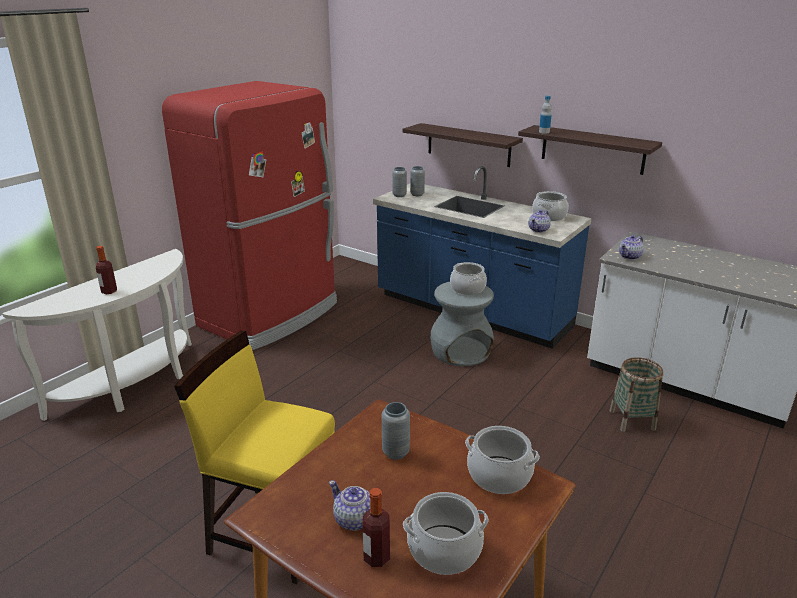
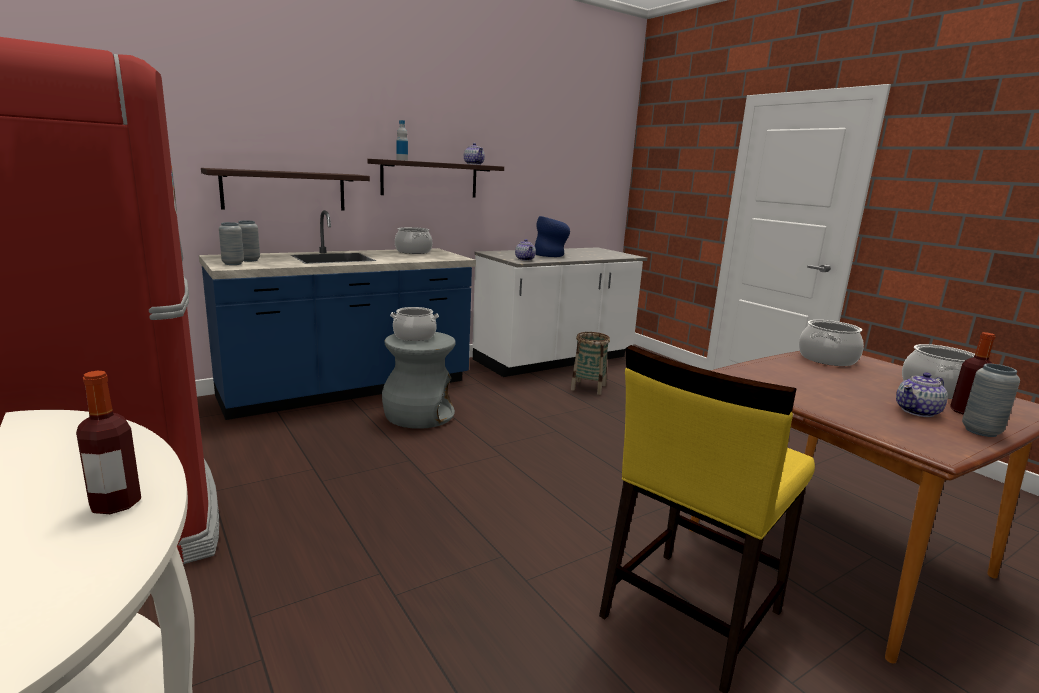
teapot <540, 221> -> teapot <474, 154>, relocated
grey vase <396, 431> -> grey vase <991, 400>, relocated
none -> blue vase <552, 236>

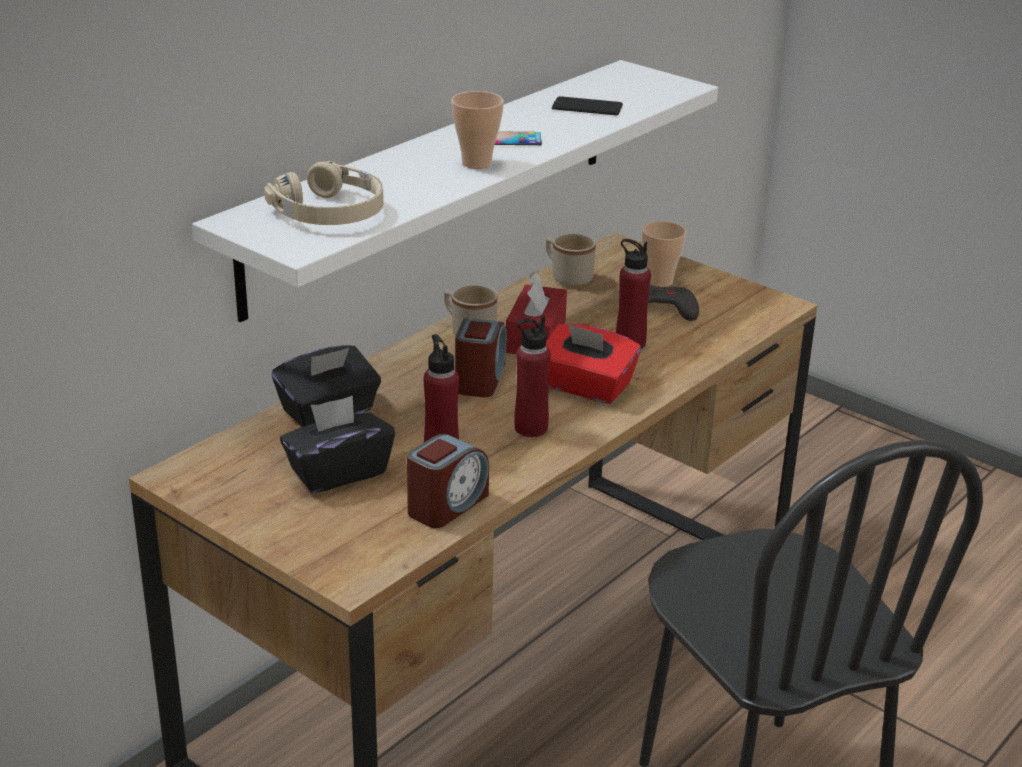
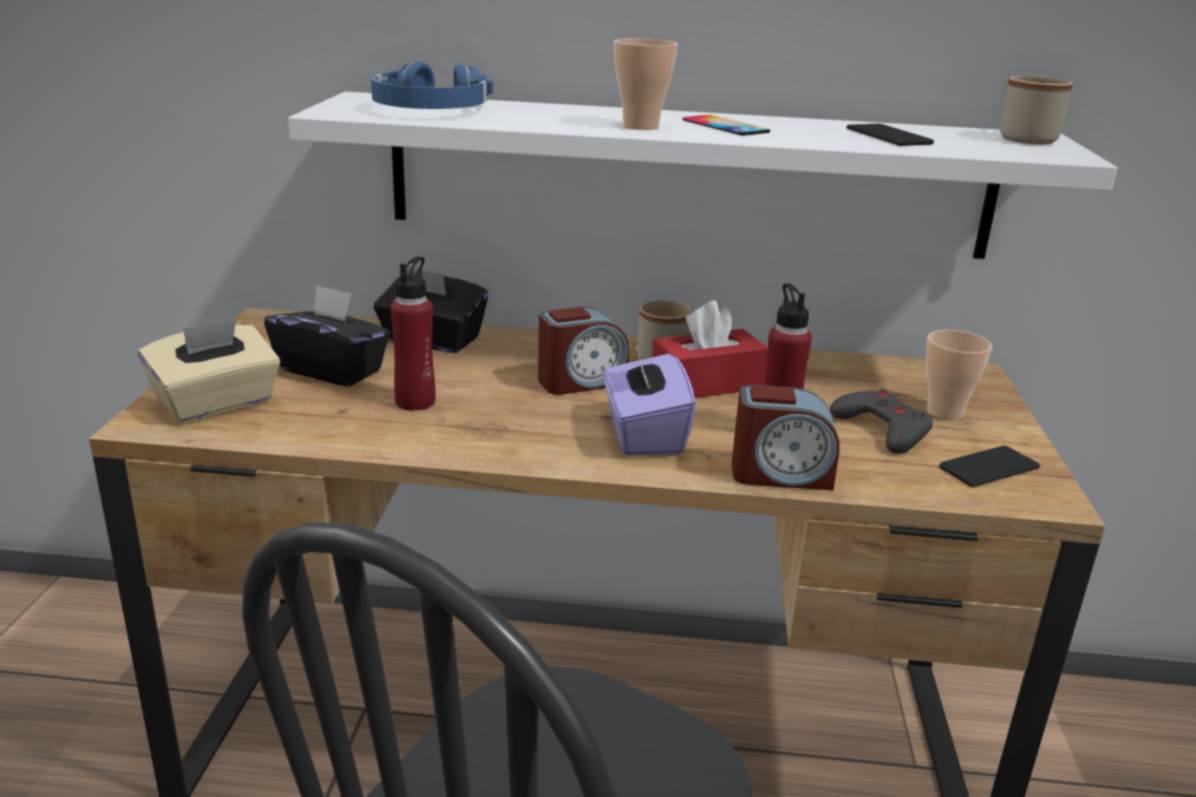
beige headphones <324, 193> -> blue headphones <432, 85>
beige mug <571, 260> -> beige mug <1036, 110>, relocated
red bottle <532, 376> -> none
red tissue box <593, 364> -> purple tissue box <649, 399>
alarm clock <448, 481> -> alarm clock <786, 437>, relocated
none -> beige tissue box <209, 371>
none -> phone <989, 466>

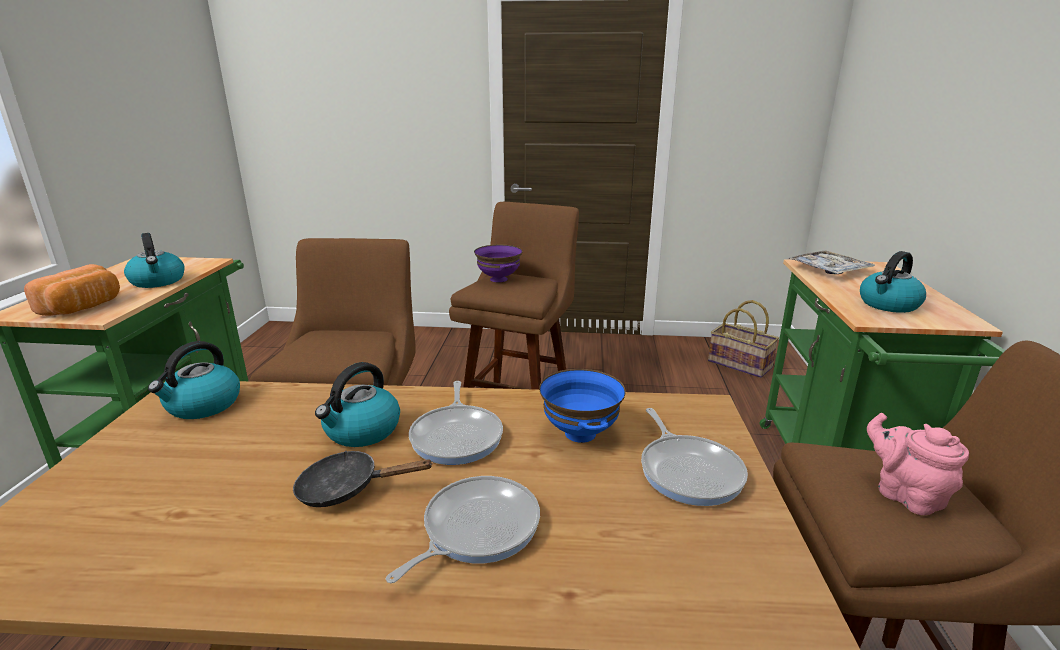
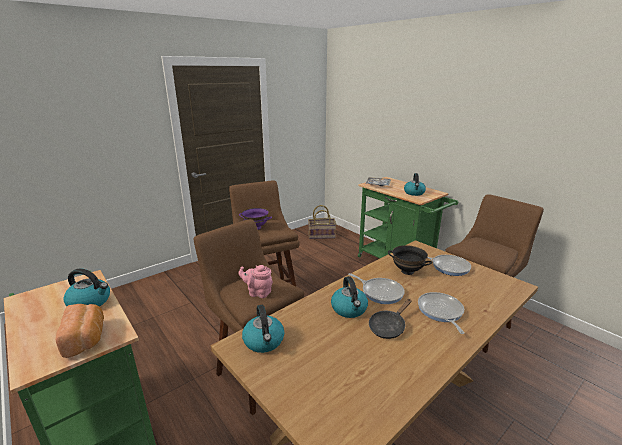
blue bowl <582, 406> -> black bowl <410, 260>
pink teapot <918, 464> -> pink teapot <255, 281>, relocated

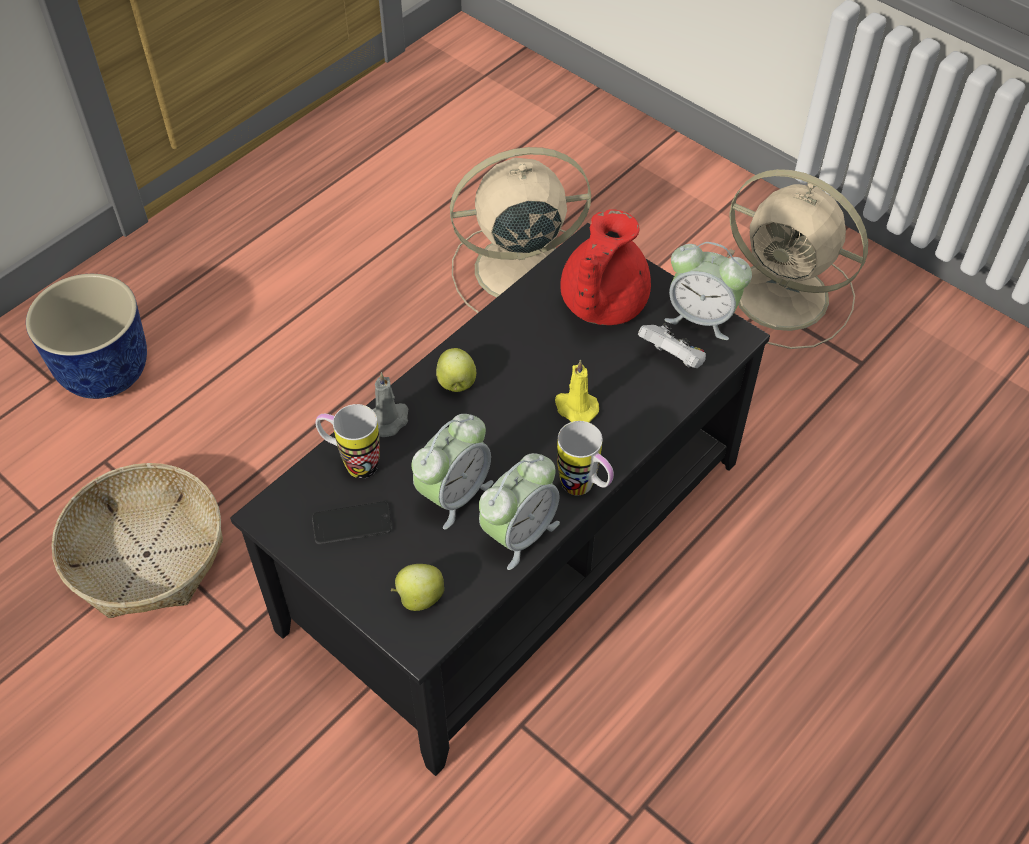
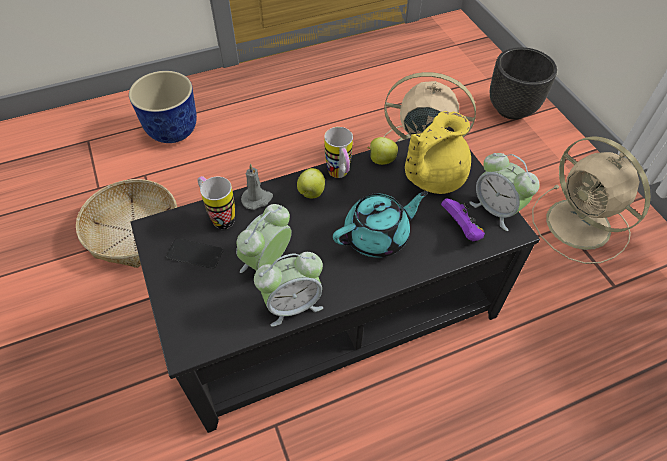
red teapot <605, 267> -> yellow teapot <438, 152>
white game controller <672, 345> -> purple game controller <463, 219>
yellow candle <577, 391> -> turquoise teapot <380, 224>
alarm clock <452, 471> -> alarm clock <264, 238>, 150 degrees clockwise
mug <585, 458> -> mug <338, 152>, relocated
apple <417, 587> -> apple <382, 151>, relocated
none -> black planter <523, 83>

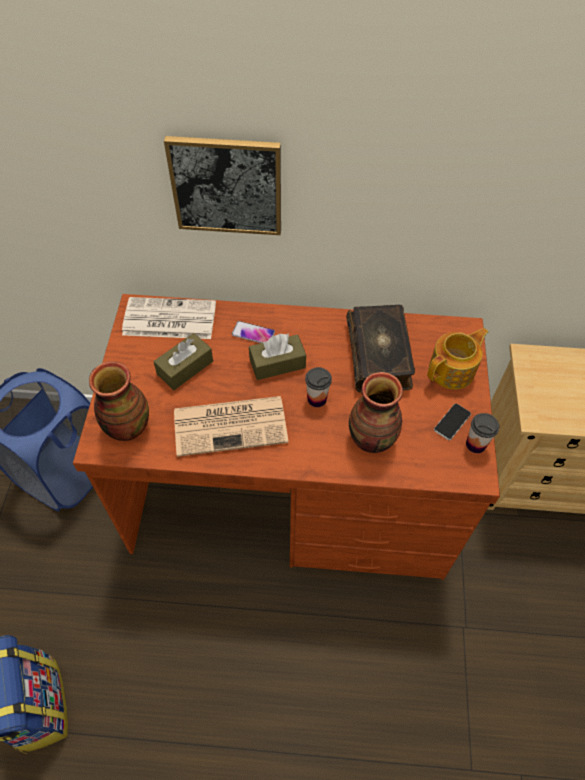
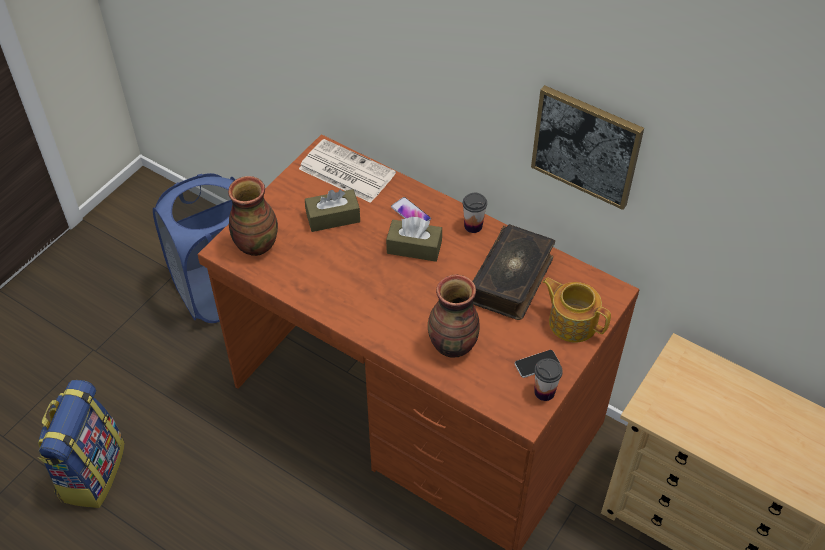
picture <222, 185> -> picture <587, 147>, relocated
teapot <457, 358> -> teapot <576, 310>, 135 degrees counterclockwise
cup <318, 387> -> cup <475, 213>, relocated
newspaper <231, 426> -> none

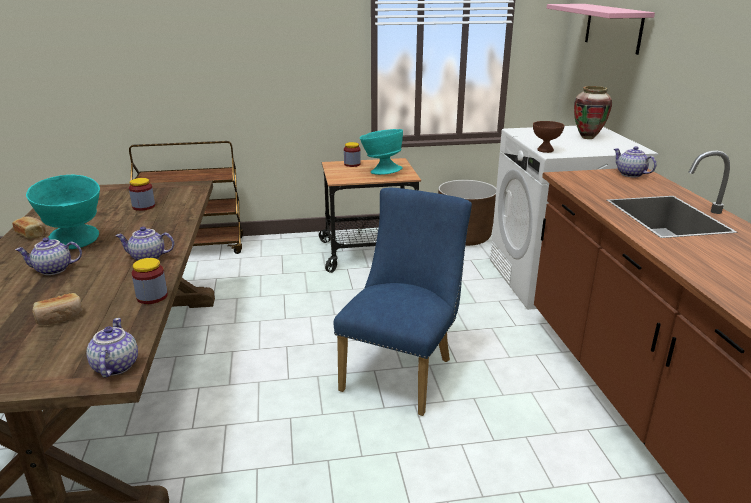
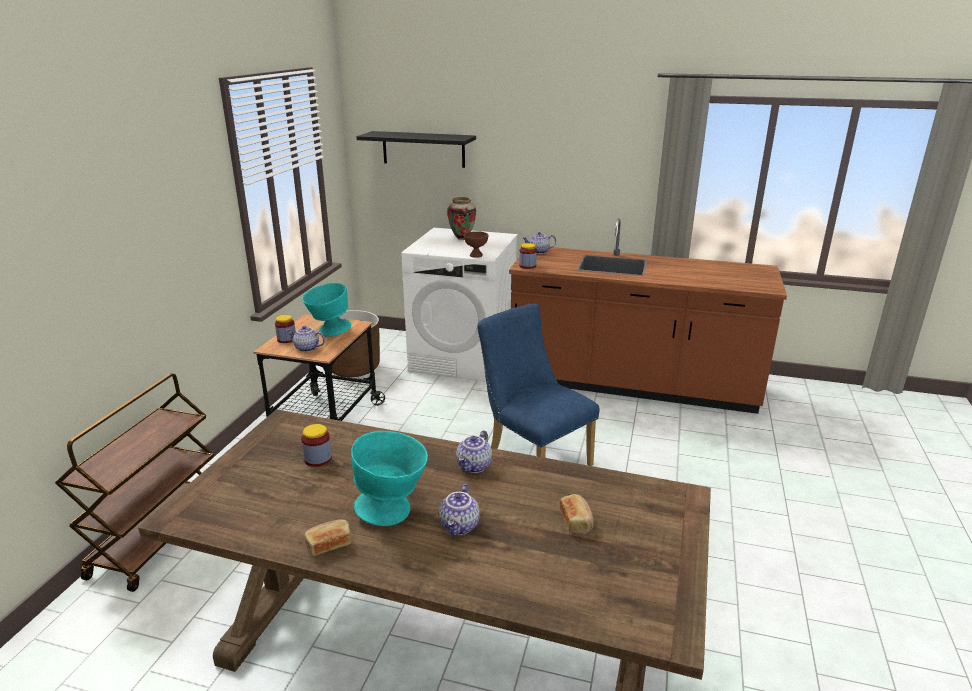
pink shelf <601, 29> -> black shelf <416, 149>
jar <150, 281> -> jar <528, 256>, relocated
teapot <112, 348> -> teapot <305, 339>, relocated

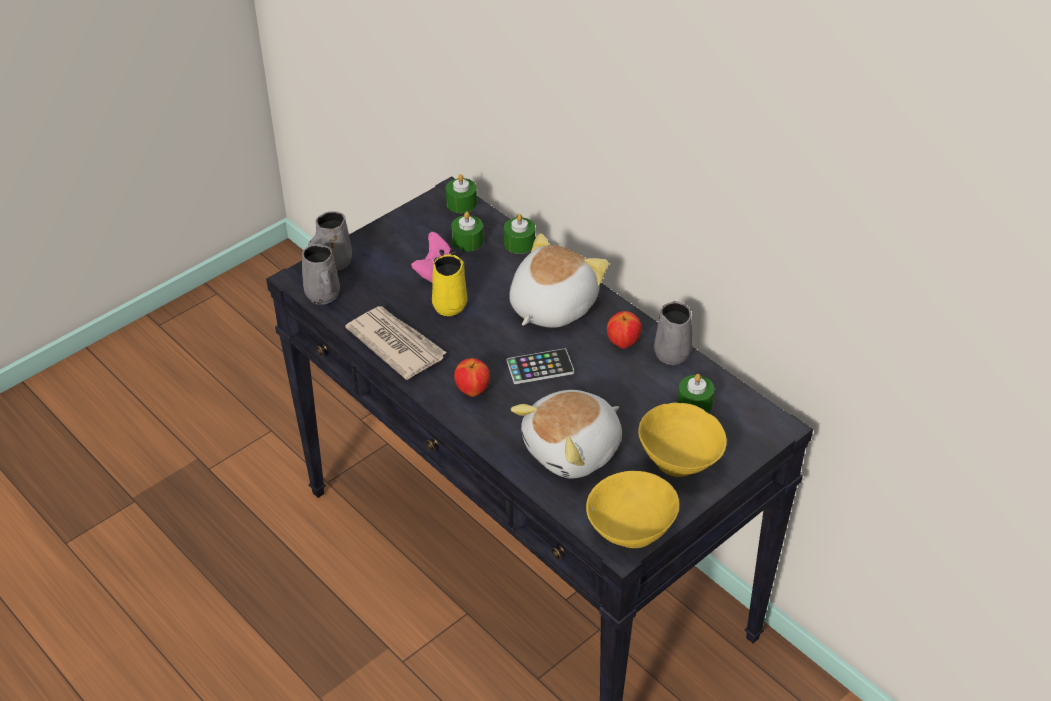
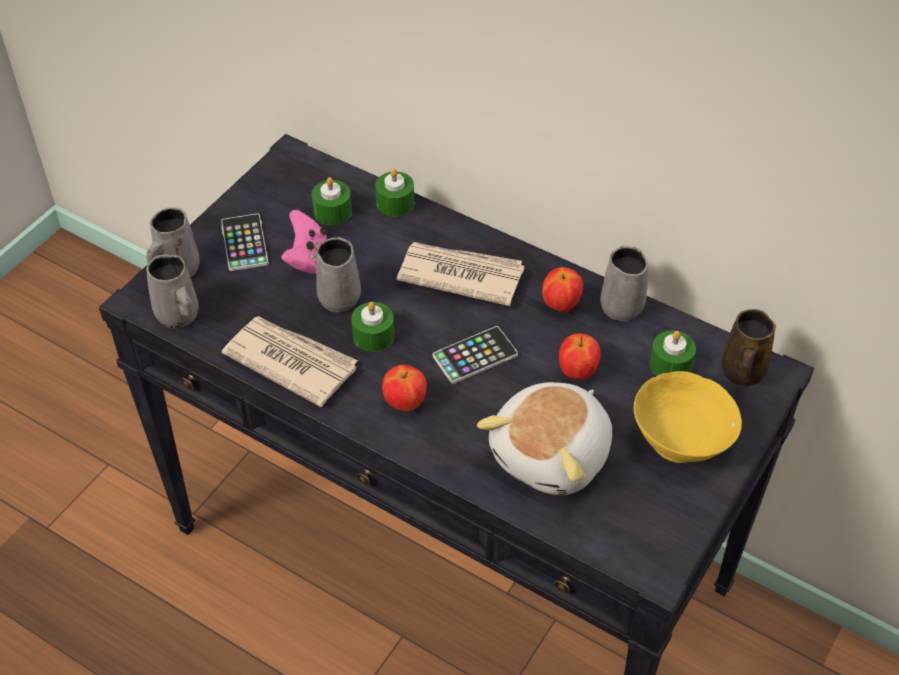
green candle <461, 193> -> green candle <372, 327>, relocated
plush toy <559, 280> -> newspaper <461, 274>
yellow mug <449, 285> -> grey mug <338, 275>
yellow bowl <632, 509> -> none
none -> phone <245, 242>
none -> brown mug <748, 347>
none -> apple <580, 356>

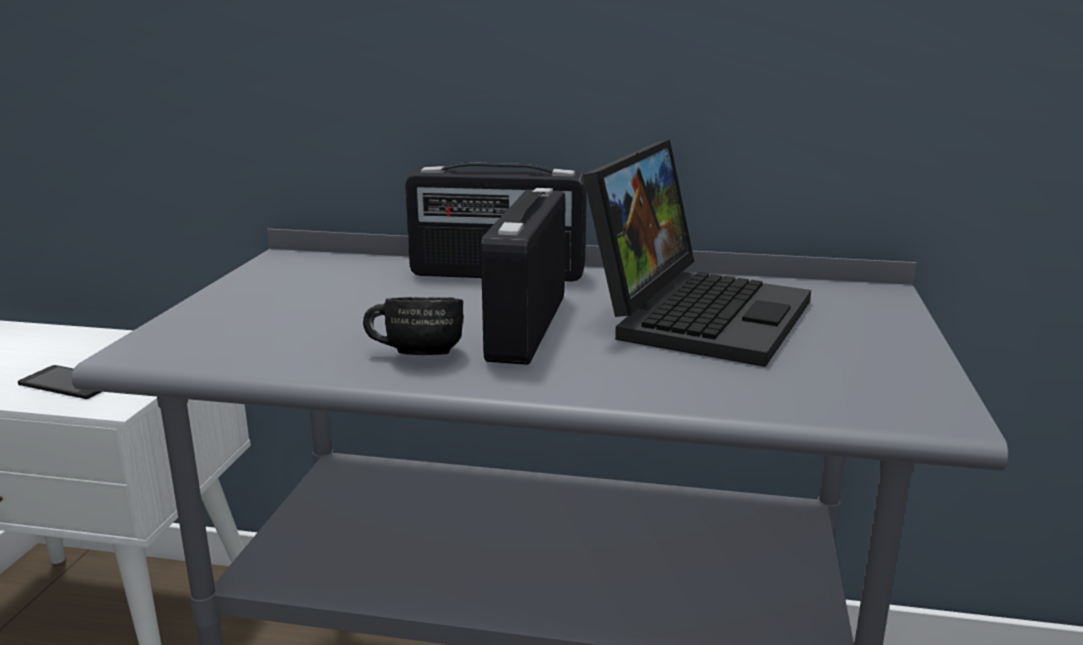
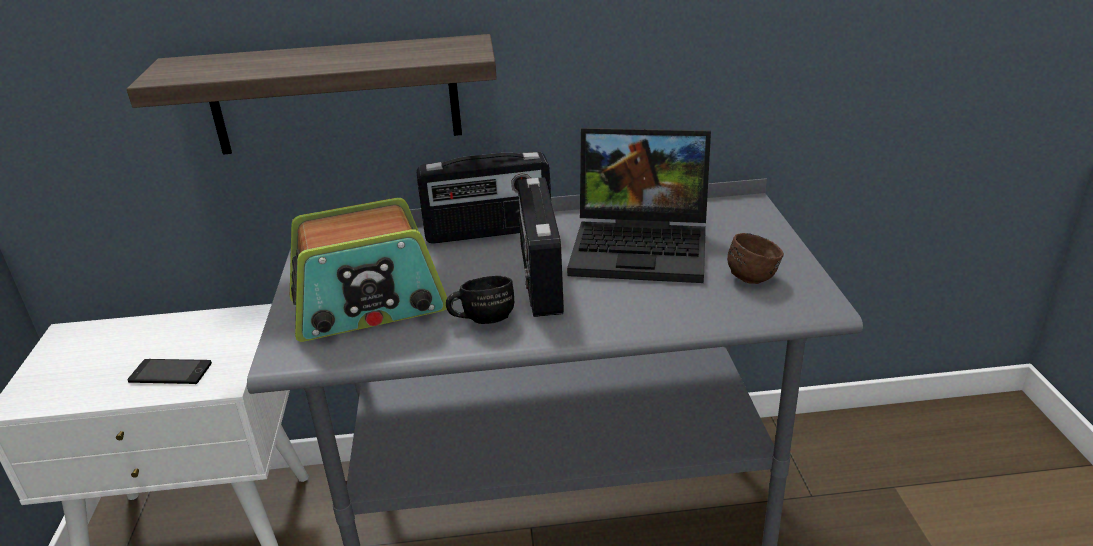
laptop <697, 253> -> laptop <639, 205>, 90 degrees clockwise
none -> shelf <312, 94>
none -> radio <368, 270>
none -> brown mug <755, 258>

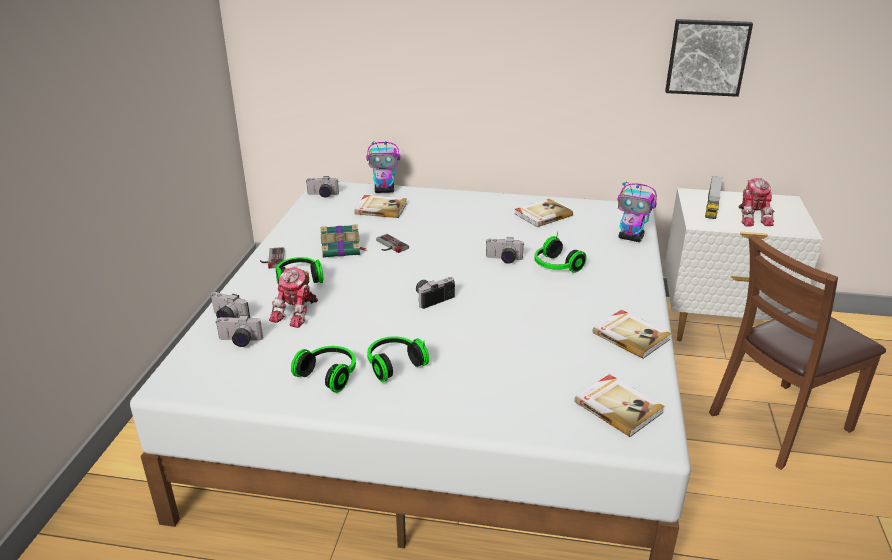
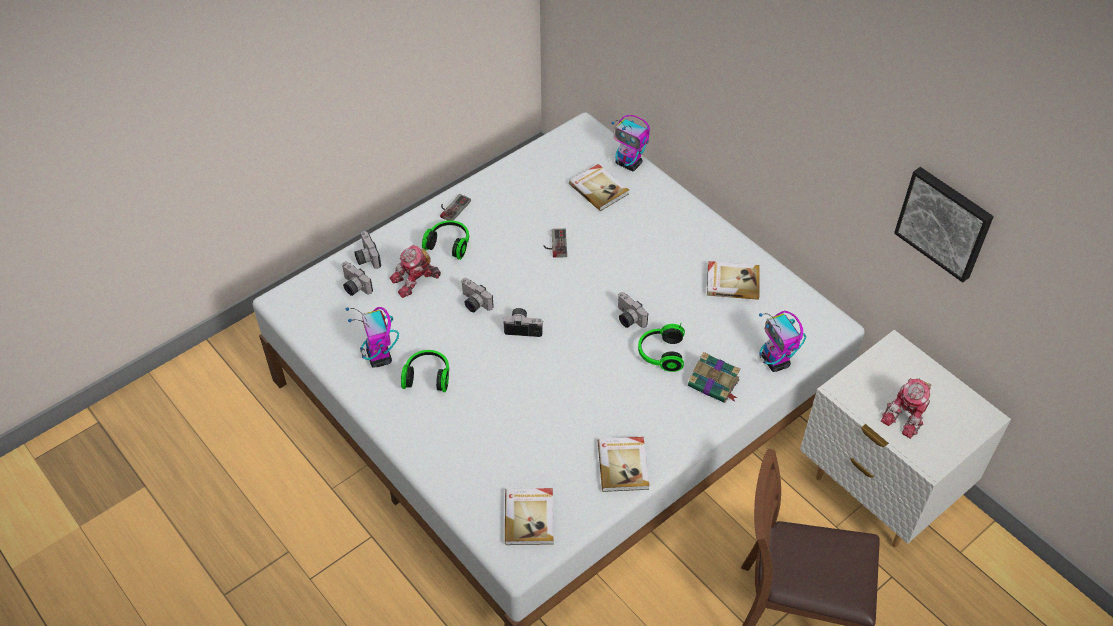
photo camera <322, 187> -> photo camera <477, 295>, relocated
toy truck <714, 197> -> none
book <343, 241> -> book <714, 377>, relocated
headphones <323, 369> -> toy robot <372, 337>

